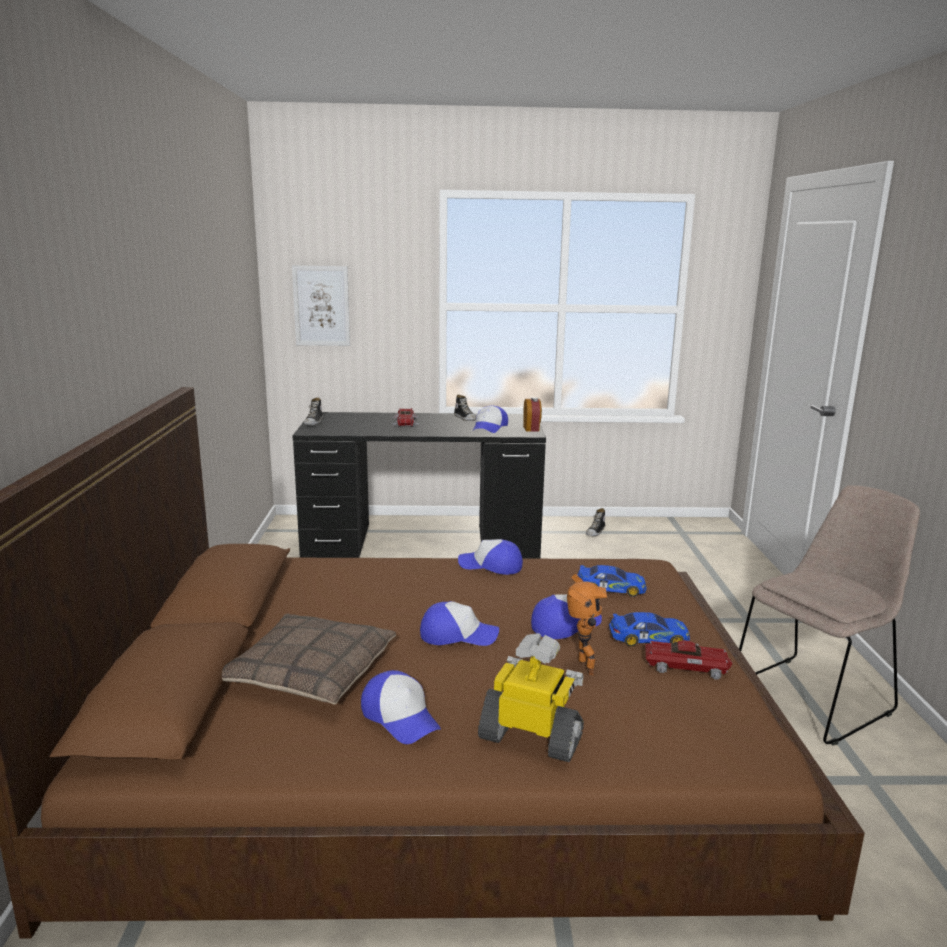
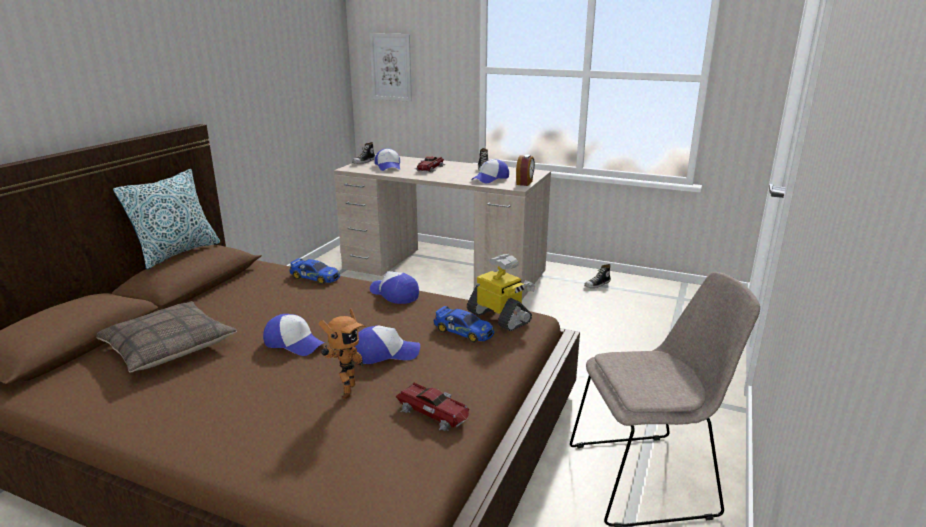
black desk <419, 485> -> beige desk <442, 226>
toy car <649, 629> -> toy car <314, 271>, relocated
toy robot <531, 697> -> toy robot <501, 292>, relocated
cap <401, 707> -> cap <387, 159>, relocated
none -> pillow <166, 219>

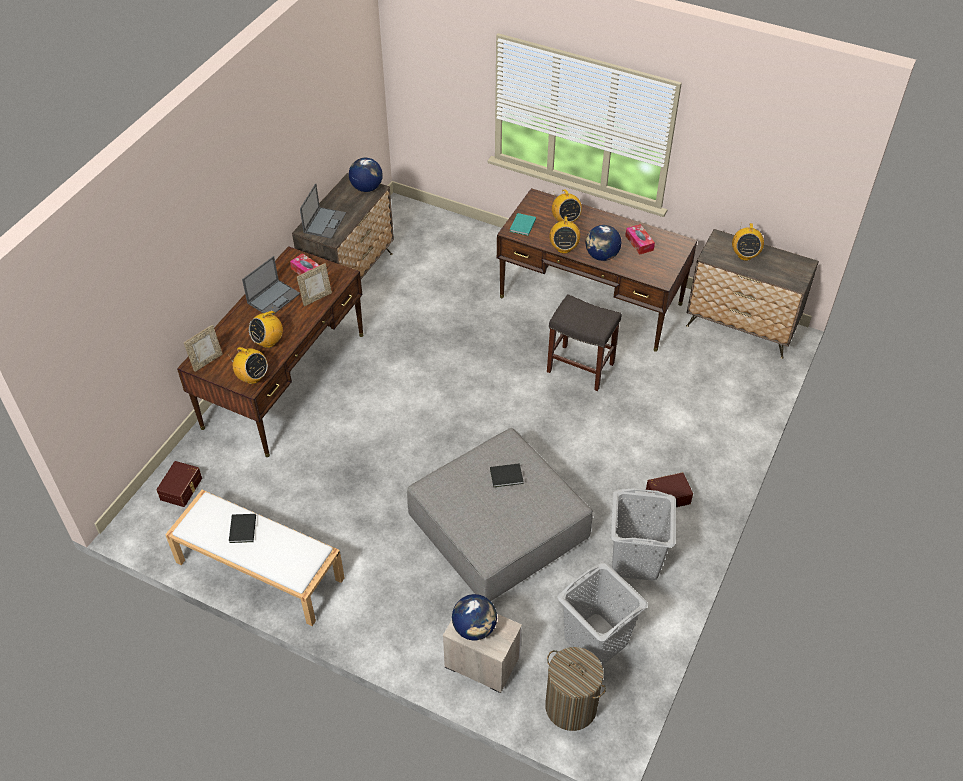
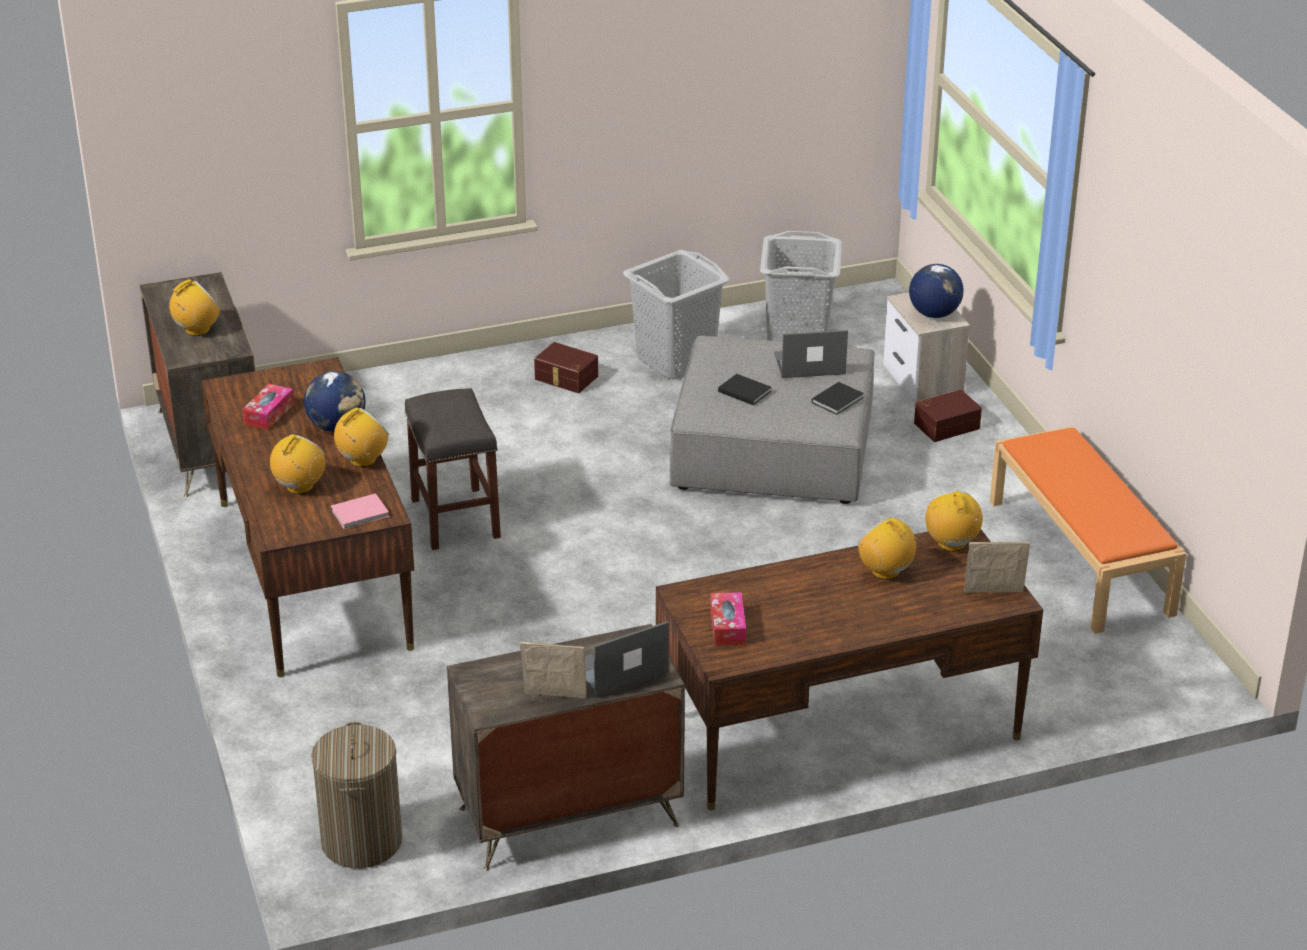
globe <366, 175> -> none
turquoise book <523, 224> -> pink book <360, 511>
laptop <271, 285> -> laptop <811, 354>, relocated
picture frame <314, 284> -> picture frame <553, 670>, relocated
radio <266, 328> -> radio <890, 548>, 135 degrees counterclockwise
brown storage box <179, 484> -> brown storage box <948, 415>, relocated
white bench <255, 558> -> orange bench <1088, 530>
black book <242, 528> -> black book <838, 398>, relocated
laundry basket <575, 689> -> laundry basket <356, 795>, relocated

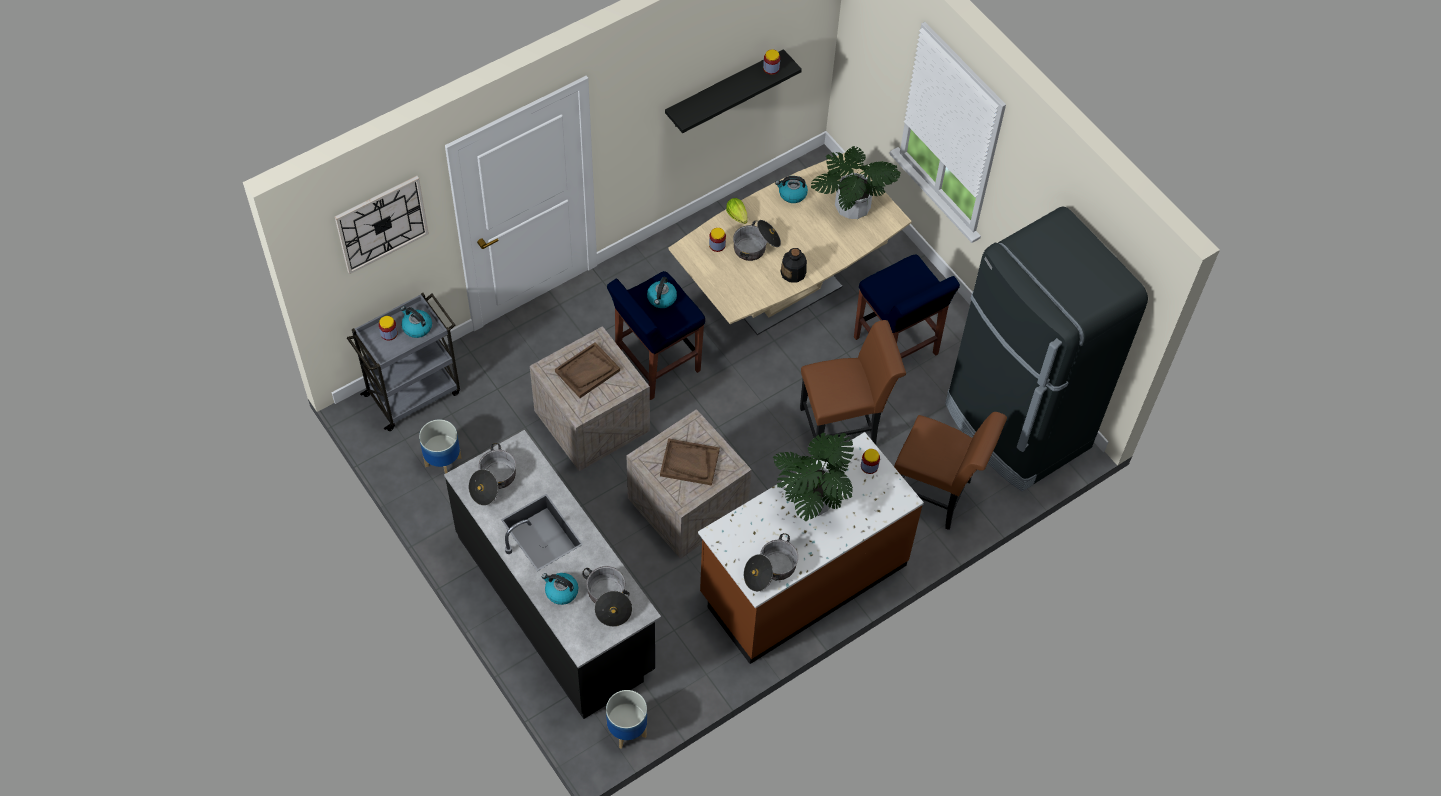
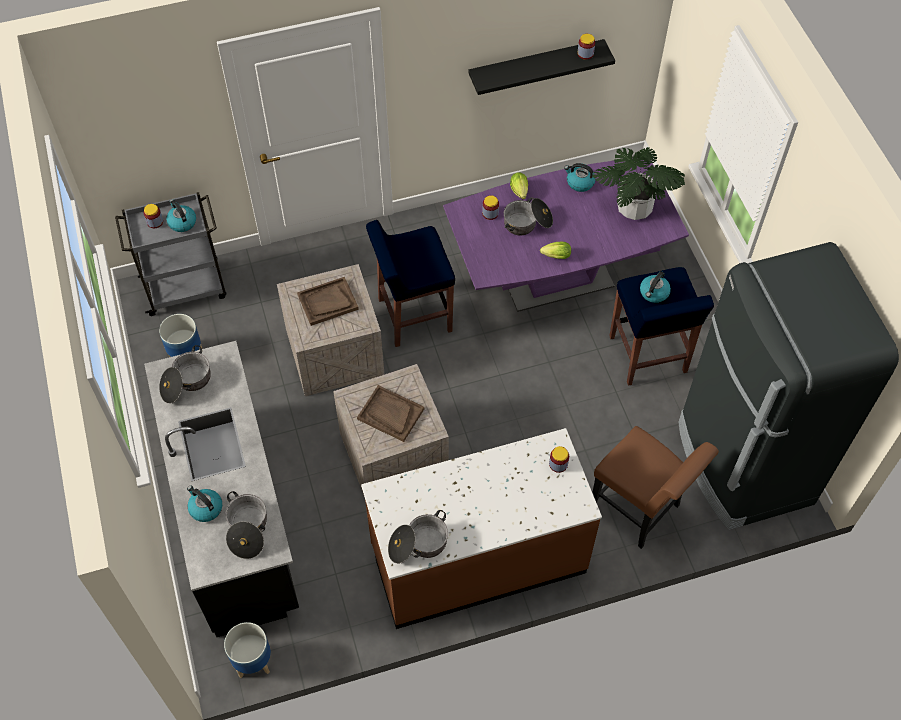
beige dining table <790, 243> -> purple dining table <566, 235>
wall clock <382, 225> -> none
bottle <793, 265> -> lettuce <555, 250>
kettle <662, 292> -> kettle <655, 287>, relocated
brown chair <853, 390> -> none
potted plant <813, 477> -> none

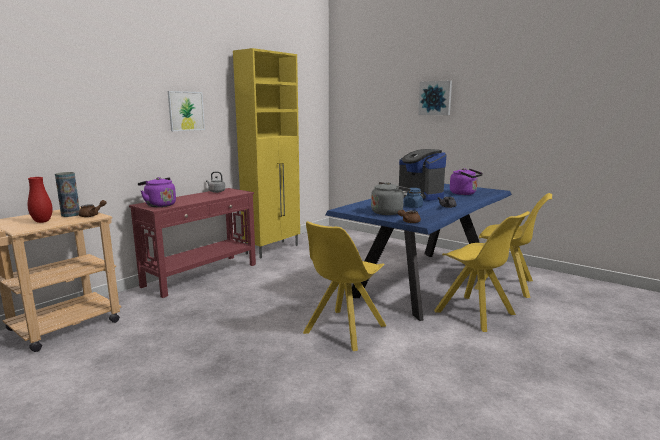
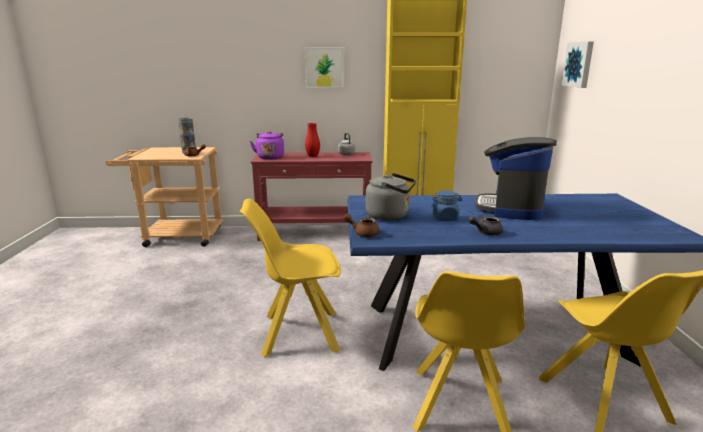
picture <435, 98> -> picture <577, 64>, relocated
purple kettle <466, 181> -> none
red vase <40, 200> -> red vase <312, 140>, relocated

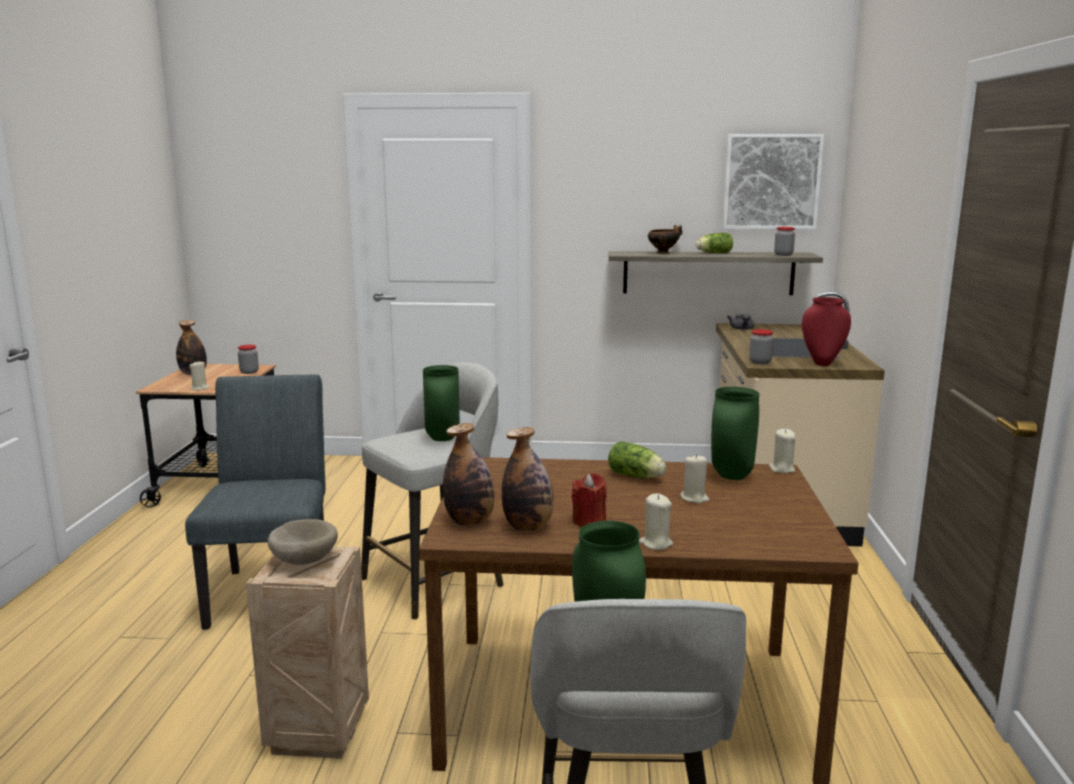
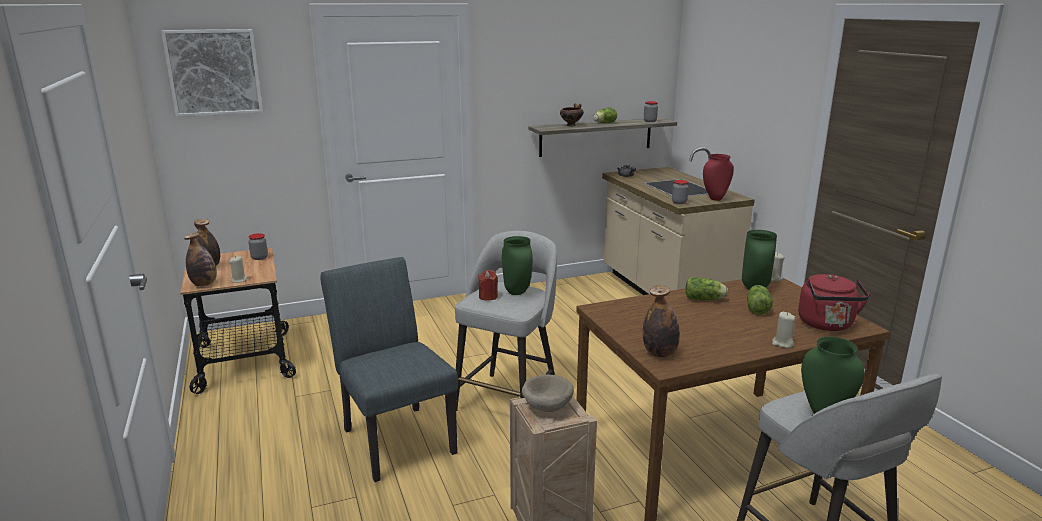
picture <773, 182> -> picture <212, 73>, relocated
bottle <528, 479> -> bottle <200, 259>, relocated
beige candle <695, 479> -> lettuce <760, 300>
red candle <589, 500> -> red candle <488, 285>, relocated
none -> red kettle <834, 302>

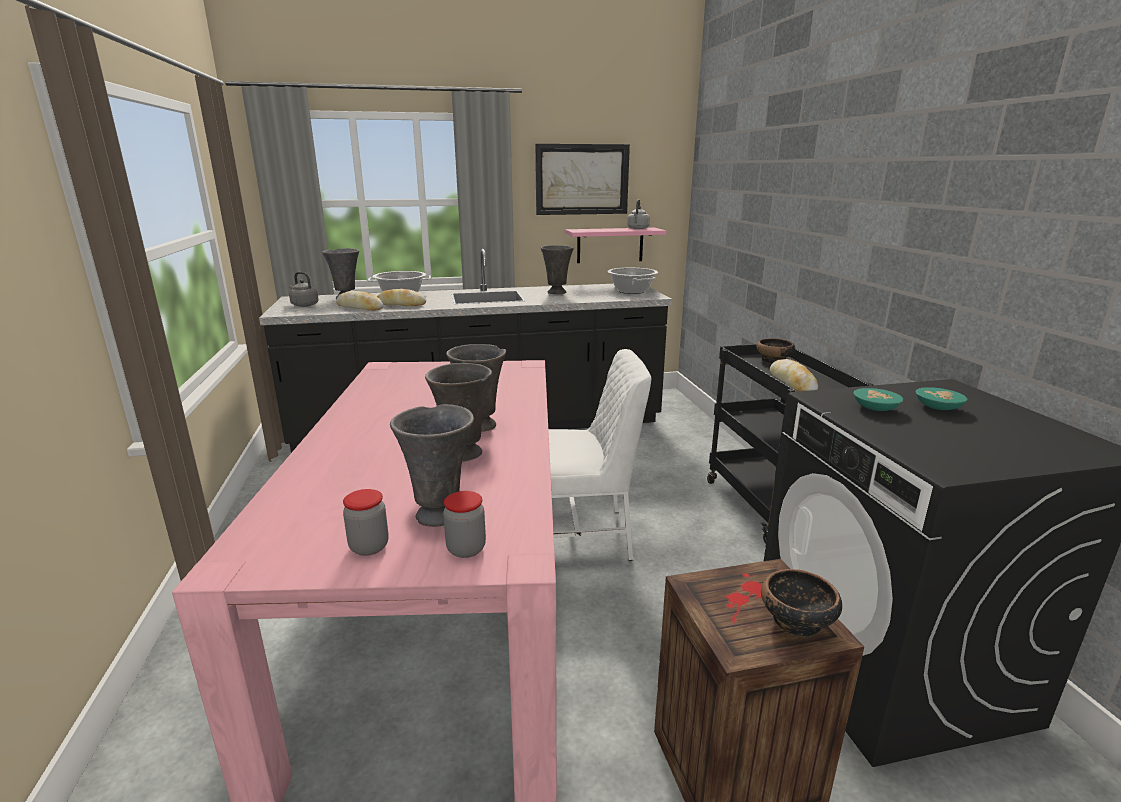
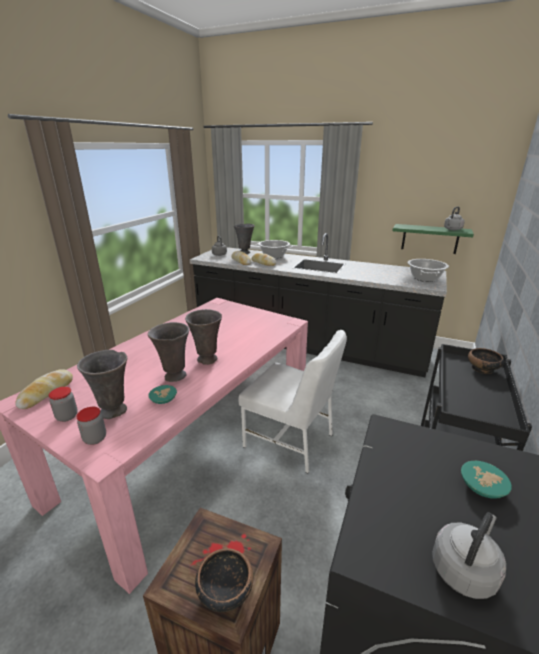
picture <582, 179> -> none
pink shelf <615, 245> -> green shelf <433, 239>
grey vase <557, 269> -> none
bread <794, 375> -> bread <44, 389>, relocated
turquoise bowl <878, 399> -> turquoise bowl <162, 394>, relocated
none -> grey kettle <469, 555>

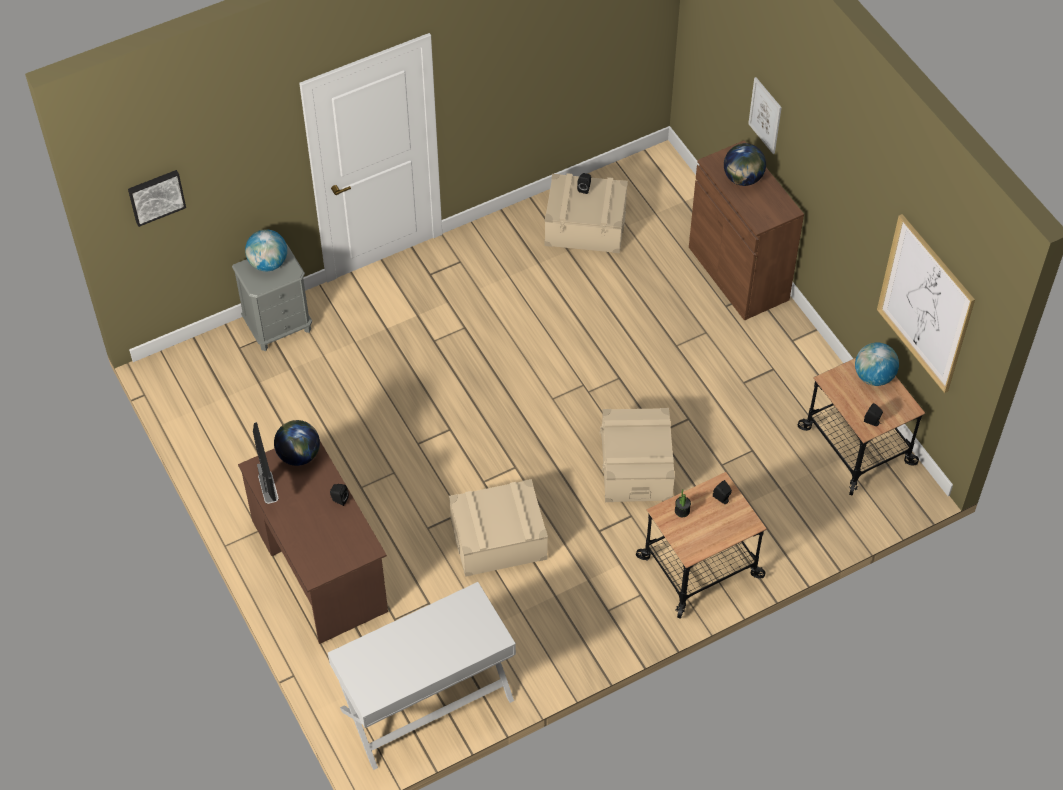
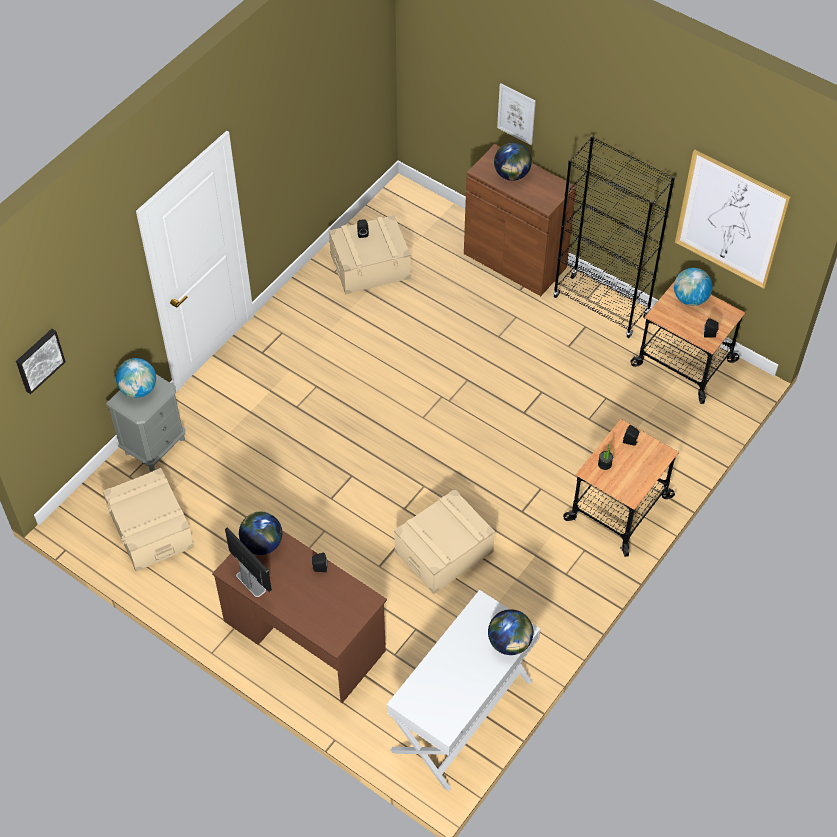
beige storage box <637, 455> -> beige storage box <148, 520>, relocated
none -> black bookcase <614, 237>
none -> globe <510, 632>

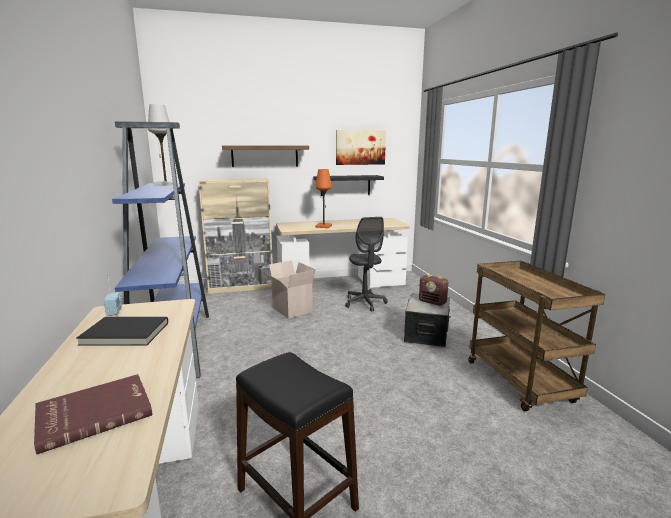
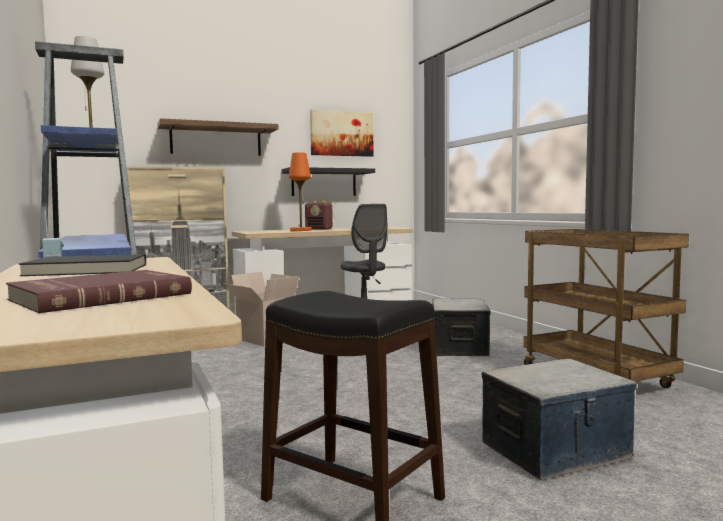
radio <433, 290> -> radio <319, 215>, relocated
none -> storage box <559, 419>

